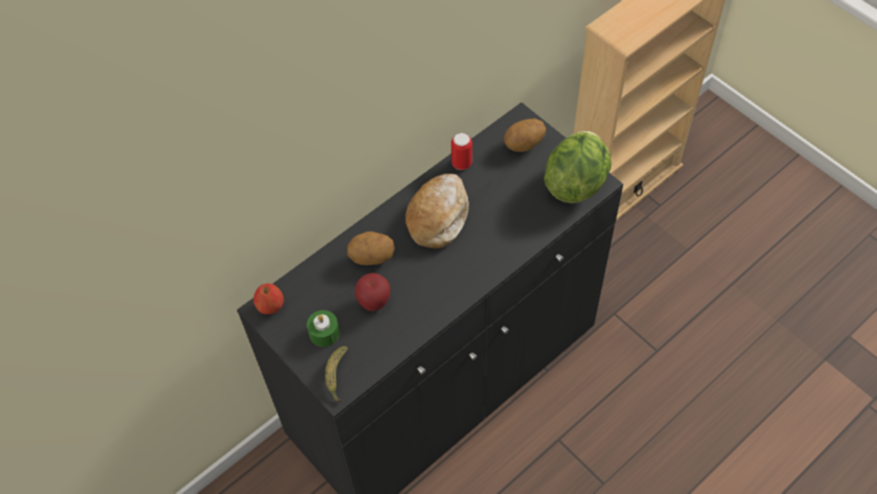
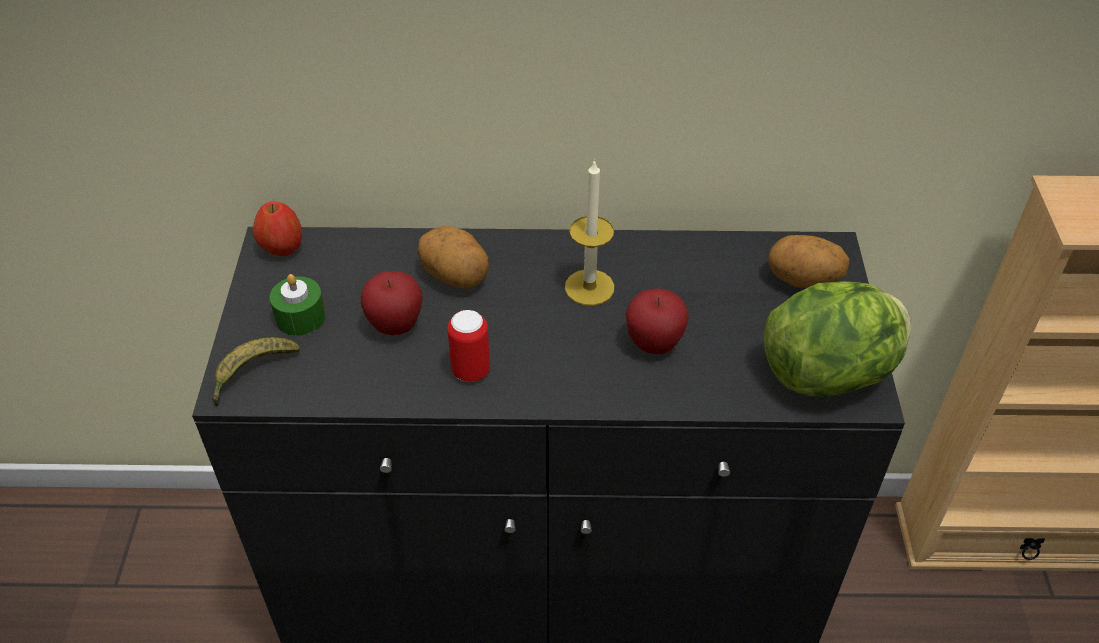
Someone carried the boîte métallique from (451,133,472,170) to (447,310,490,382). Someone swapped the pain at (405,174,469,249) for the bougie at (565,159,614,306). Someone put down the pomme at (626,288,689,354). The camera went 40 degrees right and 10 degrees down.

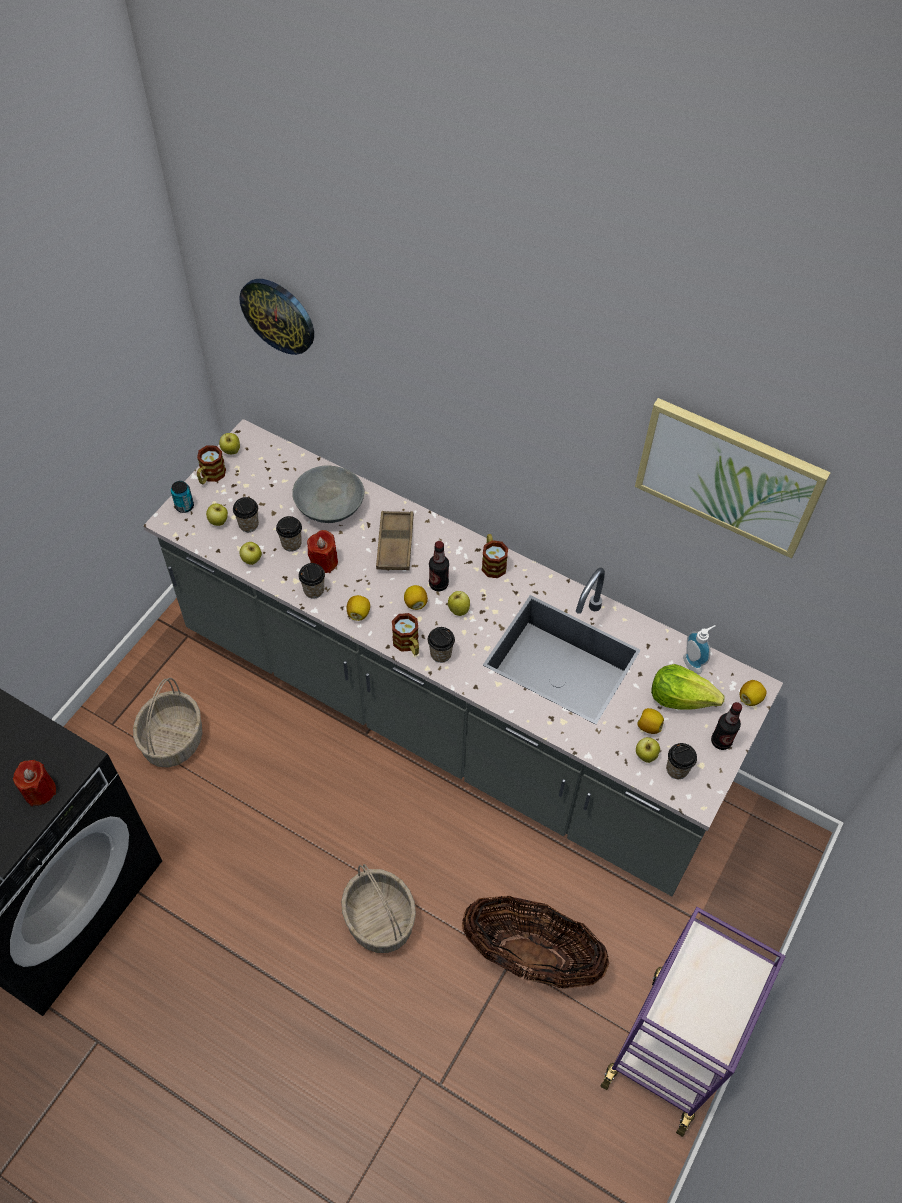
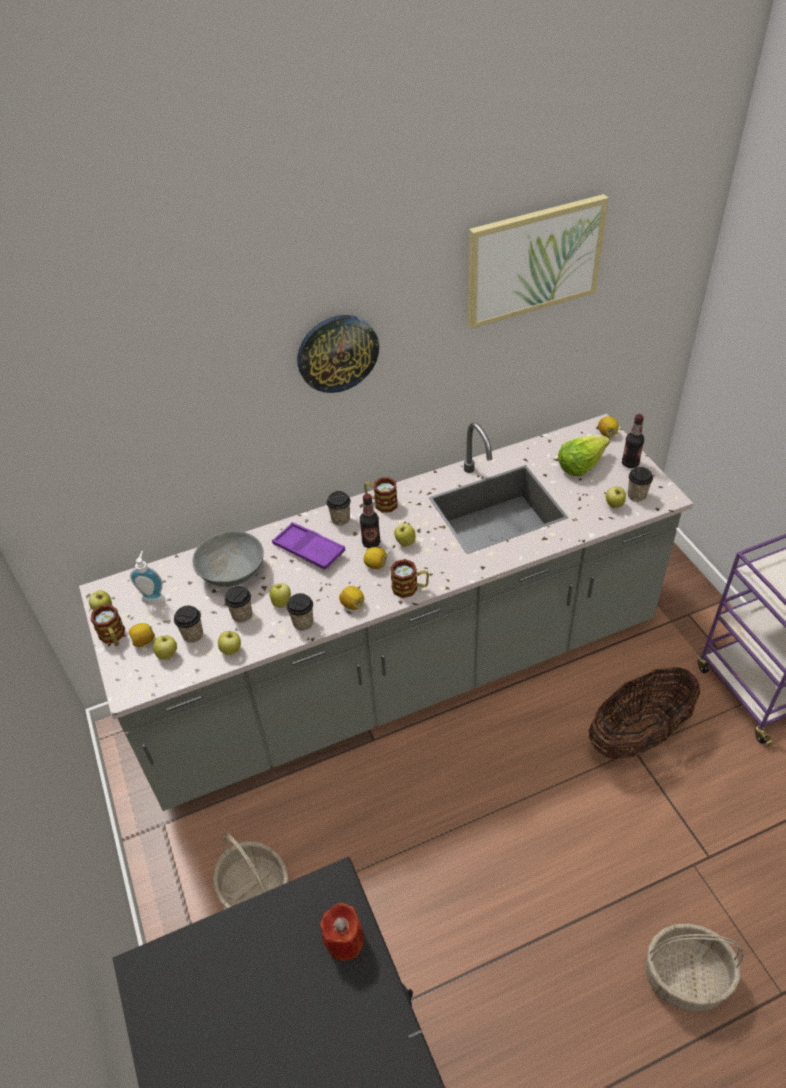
Someone carried the citron from (637,708,664,734) to (129,623,155,647). Someone carried the distributeur de savon from (683,625,716,674) to (130,551,166,604). Someone swapped the bougie/rouge at (307,530,338,573) for the pomme at (269,583,291,608). Someone repainted the plateau/marron at (376,511,414,570), which became the plateau/violet at (272,522,345,570). Someone carried the horloge murale from (239,279,314,355) to (297,315,379,393). Someone carried the tasse from (428,627,455,663) to (327,491,351,526). Someone carried the panier from (341,864,416,953) to (646,924,744,1012). Someone took away the boîte métallique at (171,481,194,513). The camera went 50 degrees left and 10 degrees down.

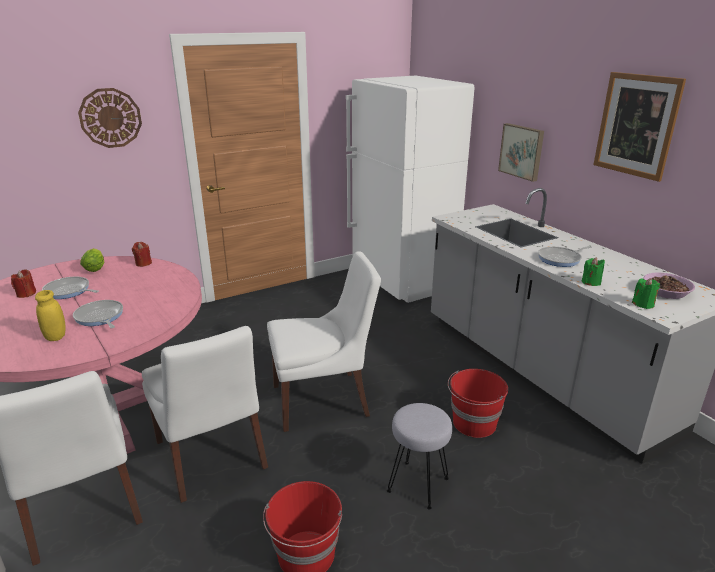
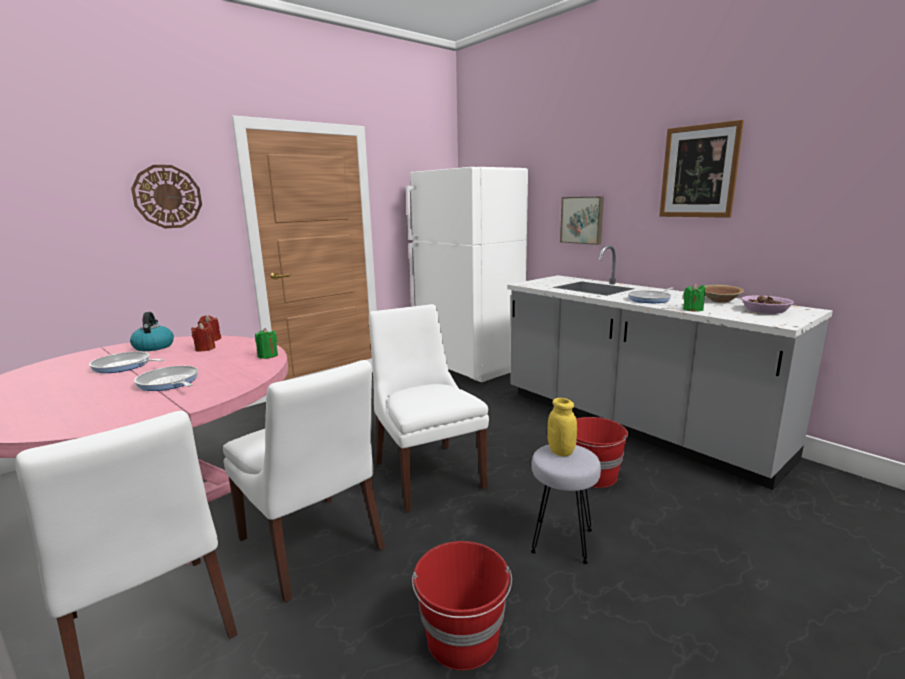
Someone swapped the laitue at (80,248,104,272) for the bouilloire at (130,312,174,351). Someone carried the bougie/rouge from (11,269,36,298) to (191,322,215,352). Someone carried the bougie/vert from (632,278,660,309) to (255,328,278,359). Someone rotated the chaise/blanc at (267,251,381,432) by 90 degrees counterclockwise. Someone carried the bocal/jaune from (35,290,66,341) to (547,398,577,456). Someone put down the bol/marron at (705,285,744,303). The camera went 10 degrees left and 10 degrees down.

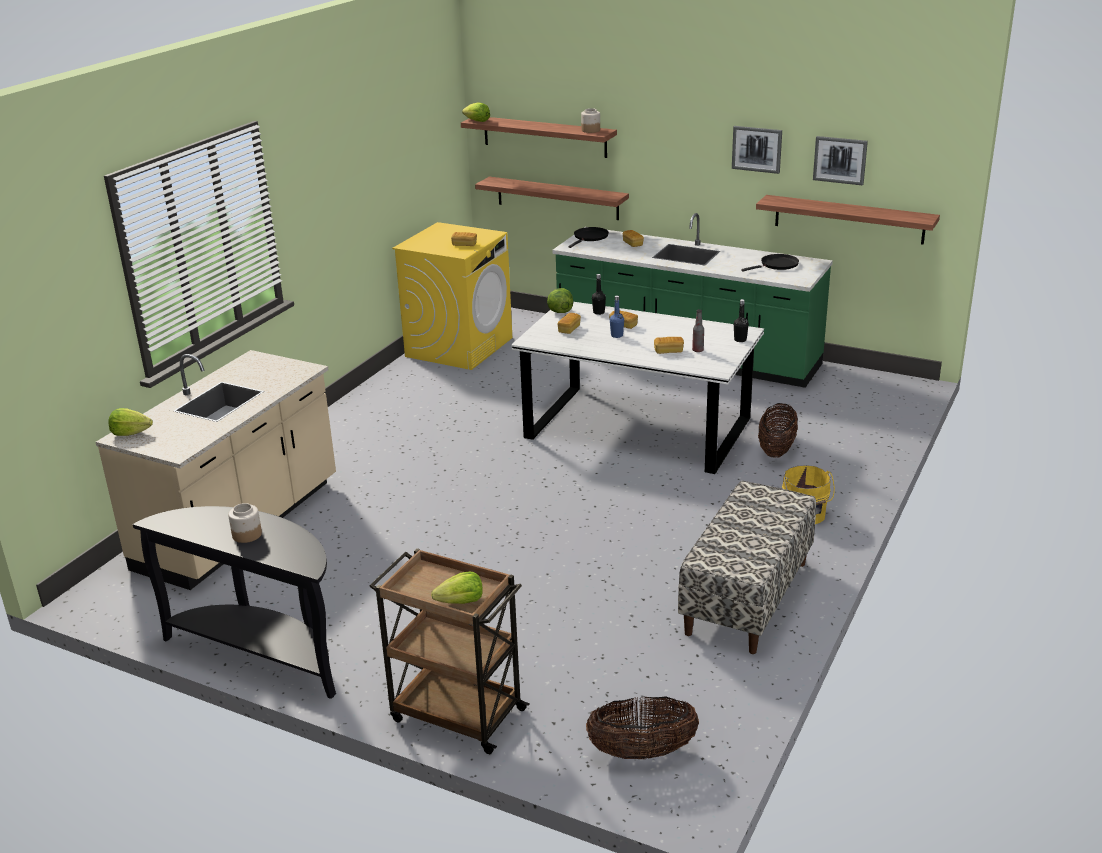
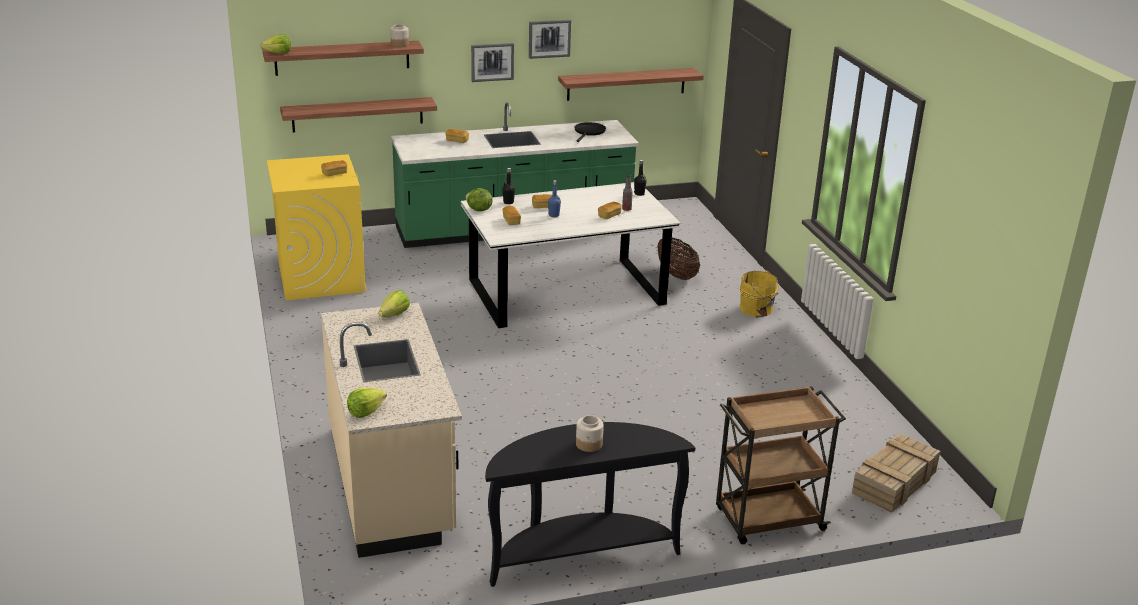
Someone carried the laitue from (431,572,483,604) to (379,290,410,317). Someone carried the tableau from (813,136,868,186) to (471,43,514,82). Someone swapped the panier at (586,696,699,759) for the caisse at (852,434,940,512). Someone took away the poêle/noir at (568,227,609,248). Someone took away the banc at (678,481,816,654). The camera went 45 degrees left and 0 degrees up.

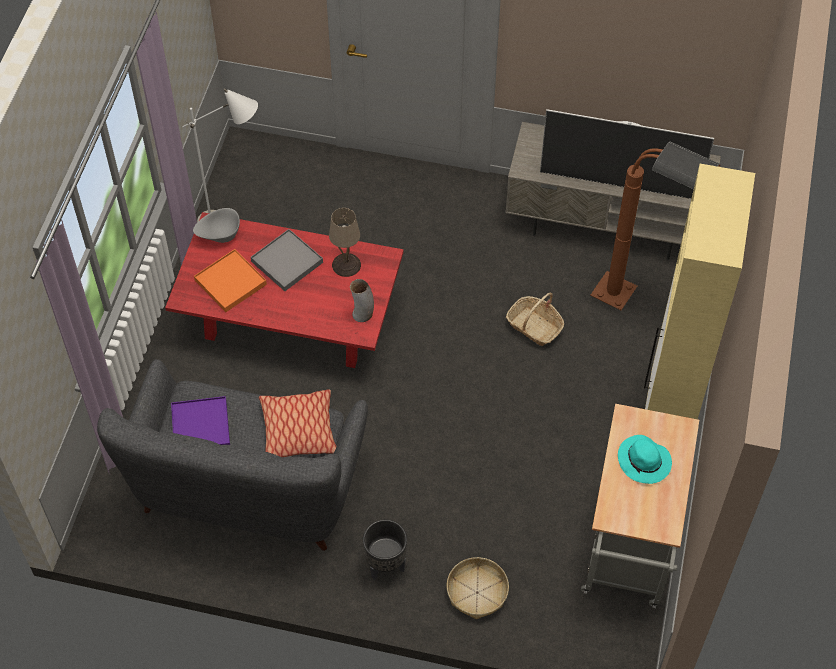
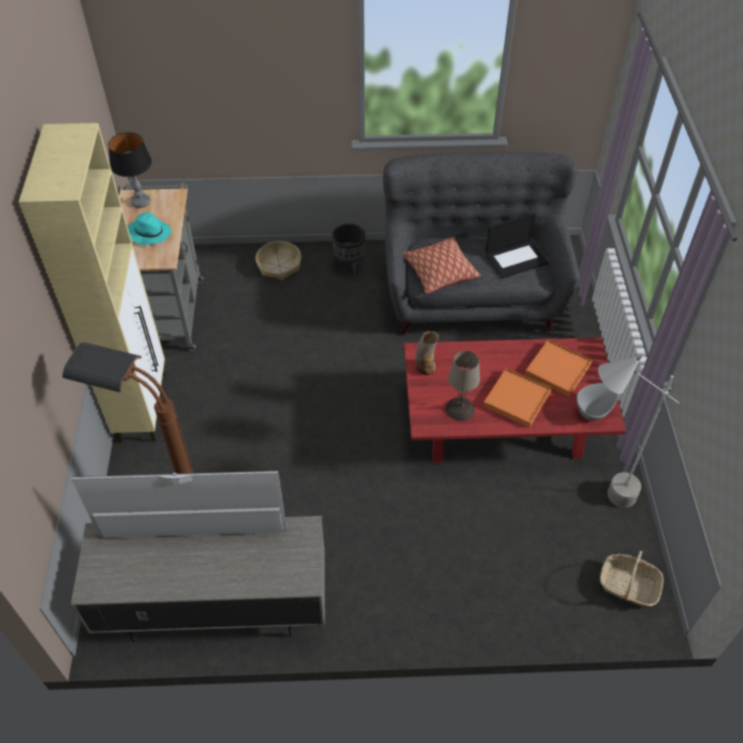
Someone put down the lampe de table at (108,132,152,208). Someone repainted the plateau/gris at (251,229,323,291), which became the plateau/orange at (483,368,552,428). Someone swapped the plateau/violet at (171,396,230,445) for the ordinateur portable at (485,213,548,278). Someone carried the panier from (506,293,564,346) to (600,551,663,607). The camera went 165 degrees right and 5 degrees down.

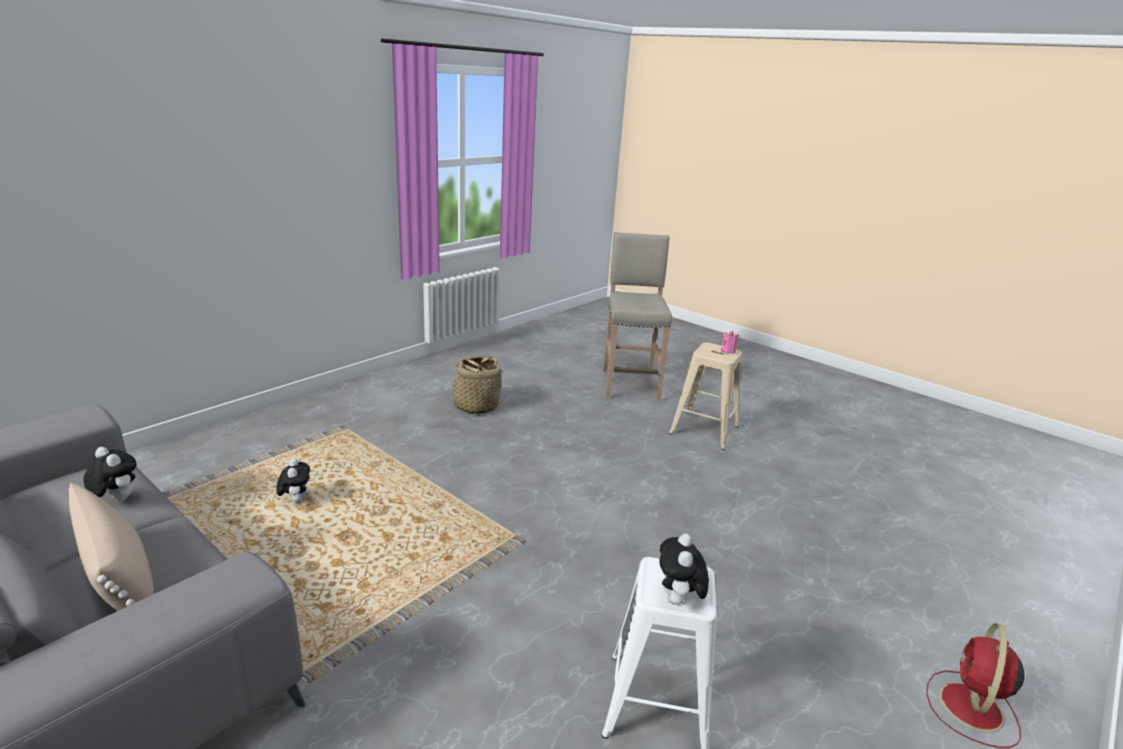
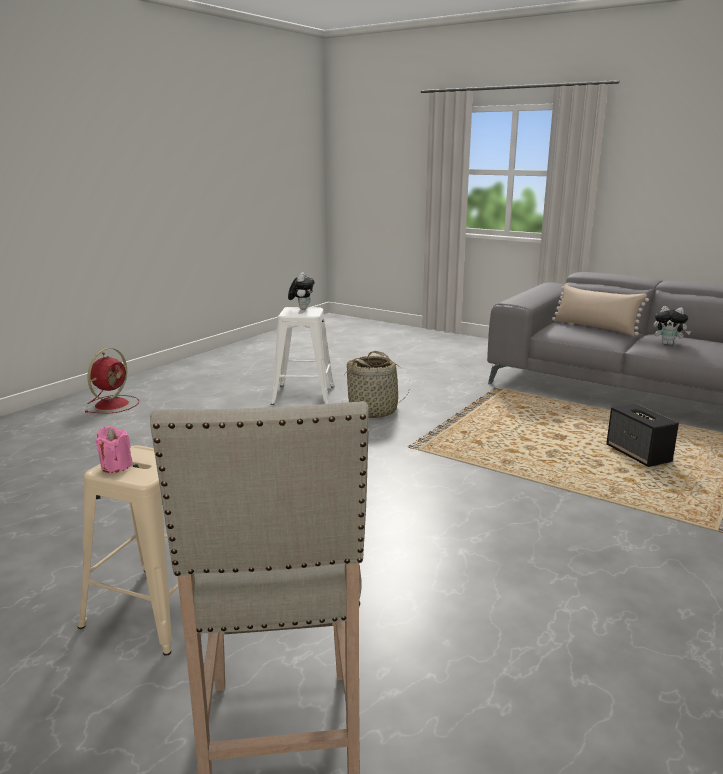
Someone carried the panier from (443,355,505,414) to (342,351,409,418). Someone swapped the peluche at (276,459,310,504) for the enceinte at (606,403,679,467). The camera went 175 degrees right and 5 degrees down.

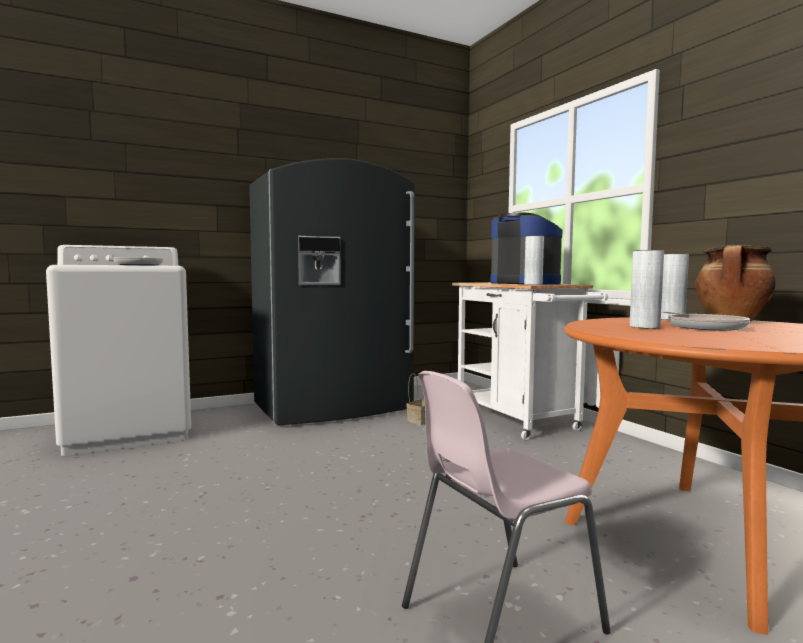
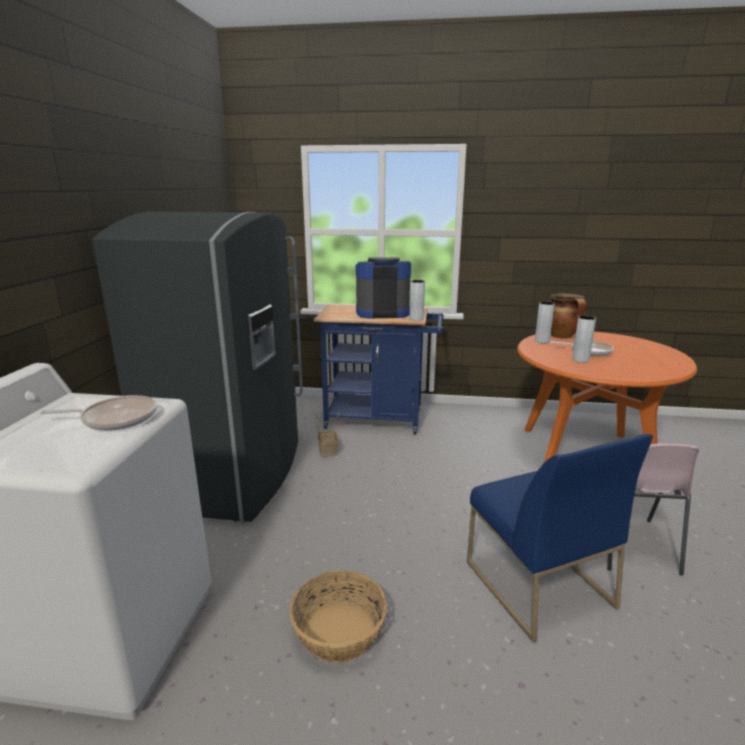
Someone put down the panier at (289,571,387,663). Someone repainted the chariot/blanc at (452,282,608,440), which became the chariot/bleu at (314,304,444,435). Someone put down the chaise/bleu at (467,434,653,643). The camera went 55 degrees left and 15 degrees up.

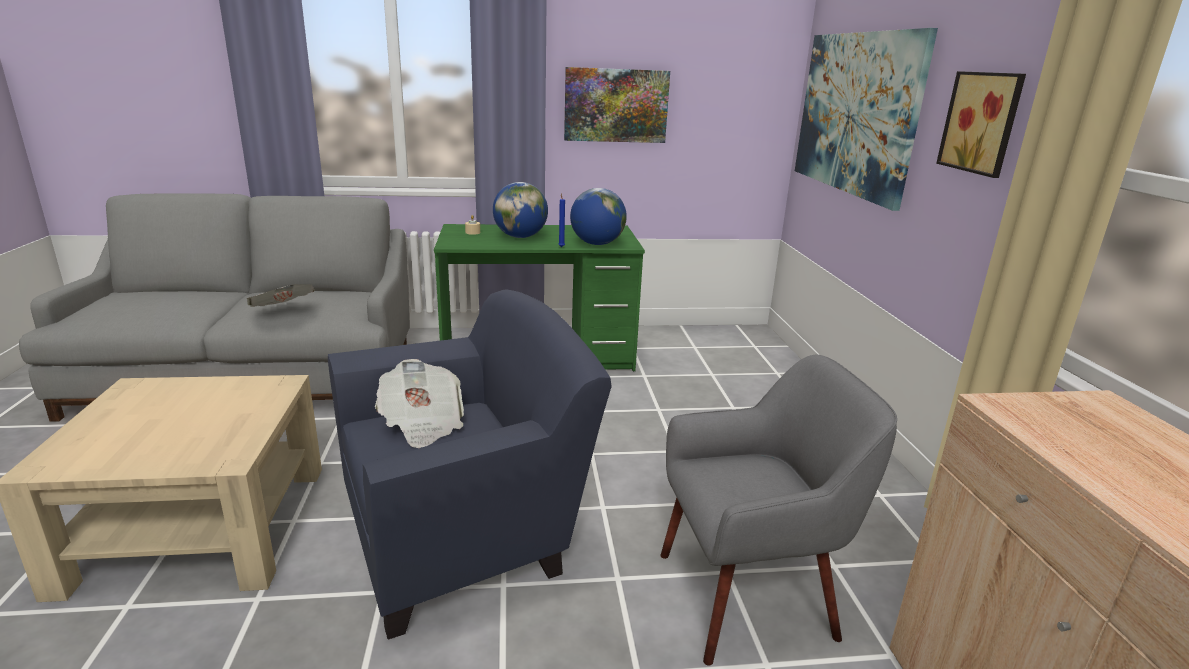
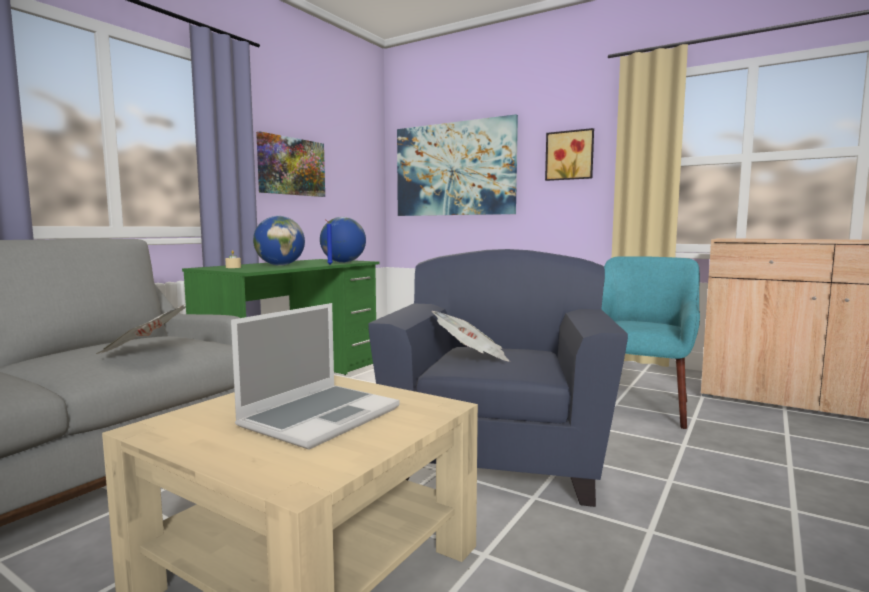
Someone put down the ordinateur portable at (231,303,400,450). Someone repainted the fauteuil/gris at (661,355,897,665), which became the fauteuil/turquoise at (602,256,700,429). The camera went 50 degrees left and 15 degrees down.

